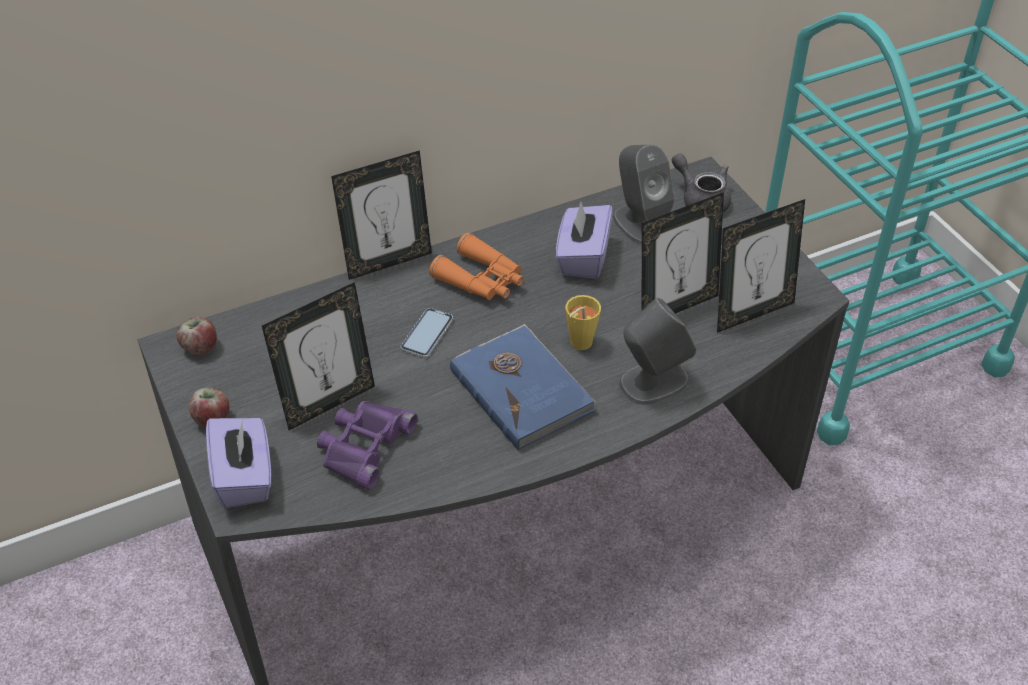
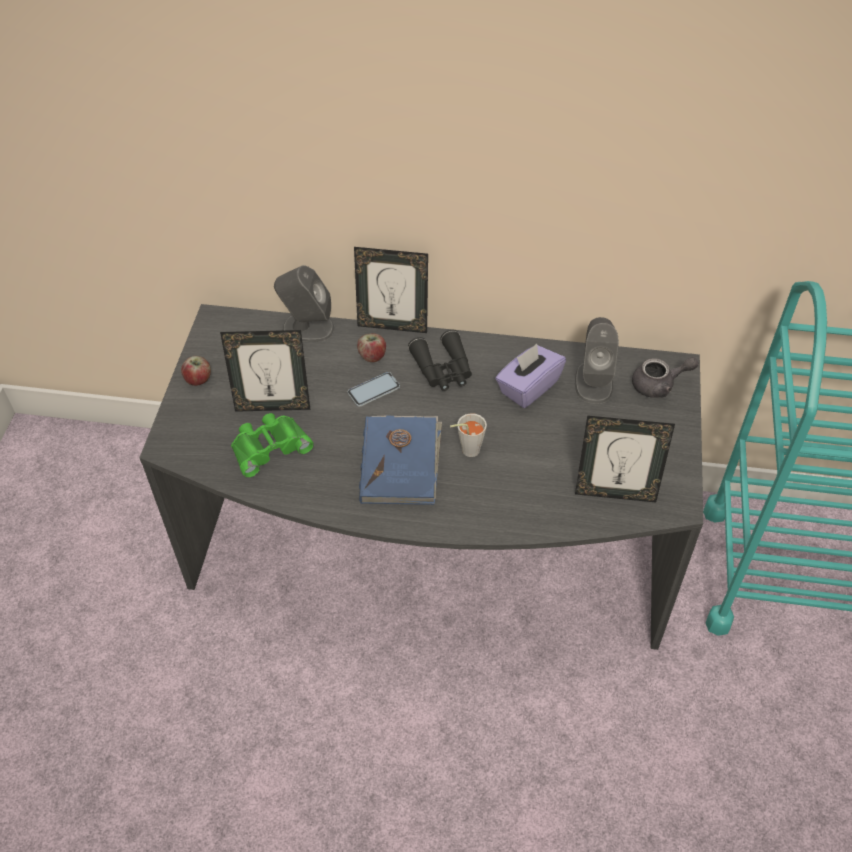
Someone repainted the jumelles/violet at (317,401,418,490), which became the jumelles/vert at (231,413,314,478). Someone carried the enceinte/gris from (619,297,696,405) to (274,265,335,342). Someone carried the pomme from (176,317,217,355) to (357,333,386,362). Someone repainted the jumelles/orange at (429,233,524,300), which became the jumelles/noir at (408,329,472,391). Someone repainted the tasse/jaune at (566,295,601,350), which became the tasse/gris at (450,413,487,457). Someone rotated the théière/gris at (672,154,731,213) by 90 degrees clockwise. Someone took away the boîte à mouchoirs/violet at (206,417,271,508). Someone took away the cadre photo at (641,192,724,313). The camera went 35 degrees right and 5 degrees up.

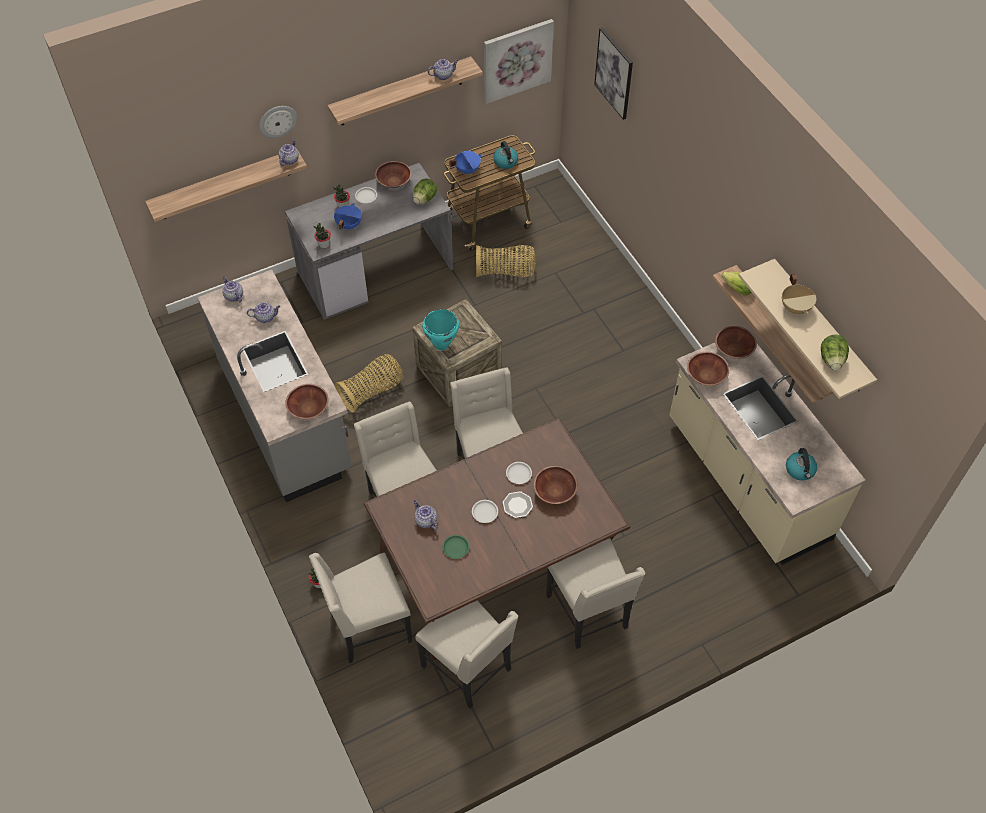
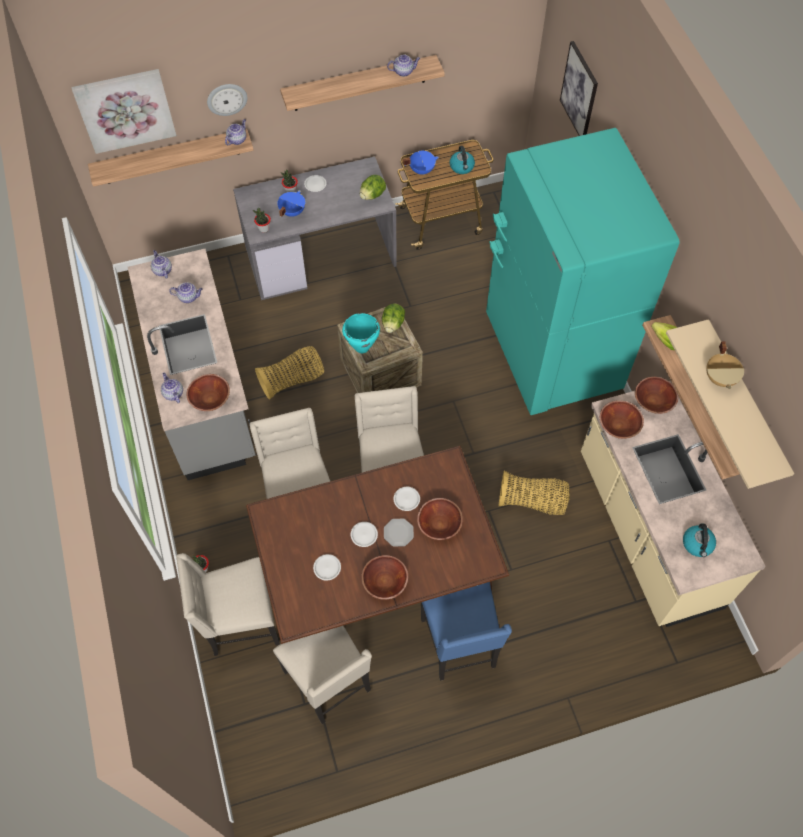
Someone carried the tableau from (484,19,554,104) to (71,69,177,154). Someone carried the théière from (413,500,438,530) to (161,373,183,403). Someone repainted the assiette/vert at (442,535,469,559), which became the assiette/blanc at (313,554,341,581). Someone carried the bol/marron from (375,161,412,188) to (362,555,408,600). Someone carried the laitue from (821,334,849,370) to (382,304,405,333). Someone repainted the chaise/beige at (546,538,645,649), which became the chaise/bleu at (421,582,512,681). Someone put down the réfrigérateur/turquoise at (486,128,680,415). Someone carried the panier from (476,245,536,277) to (499,471,570,515). The camera went 10 degrees right and 5 degrees up.

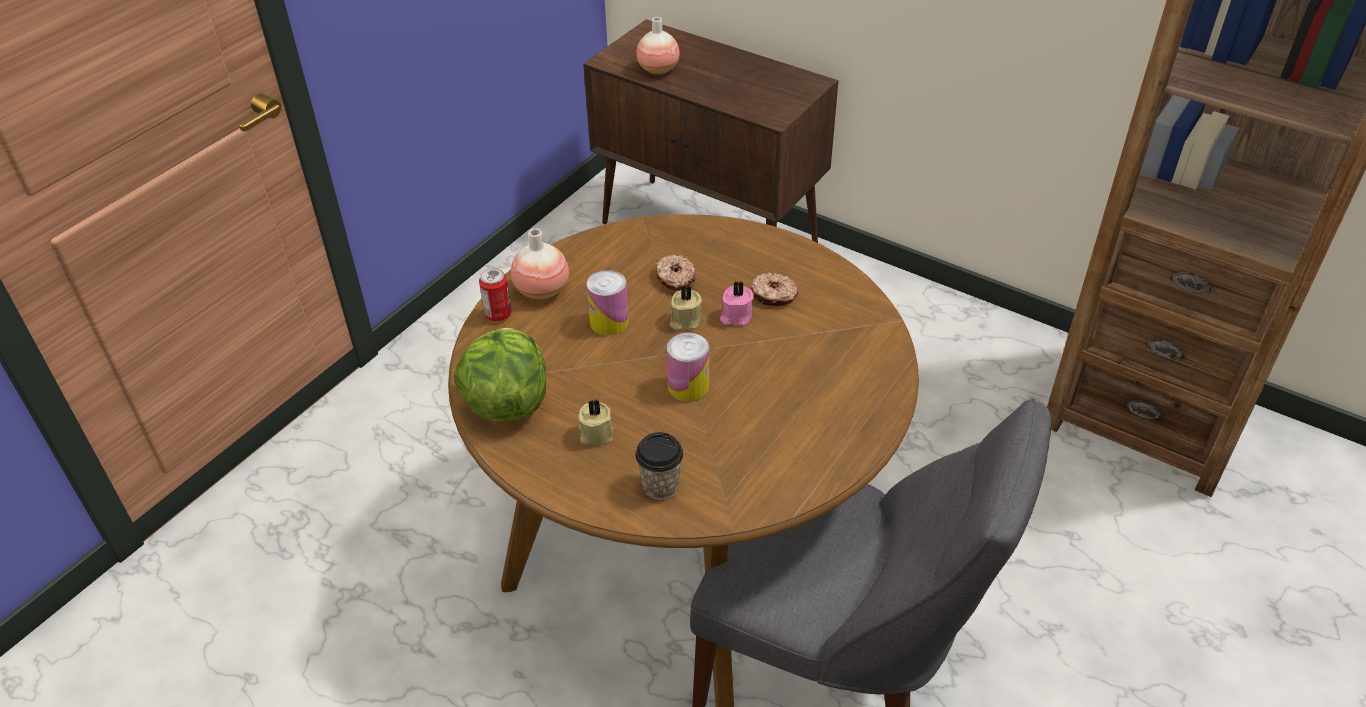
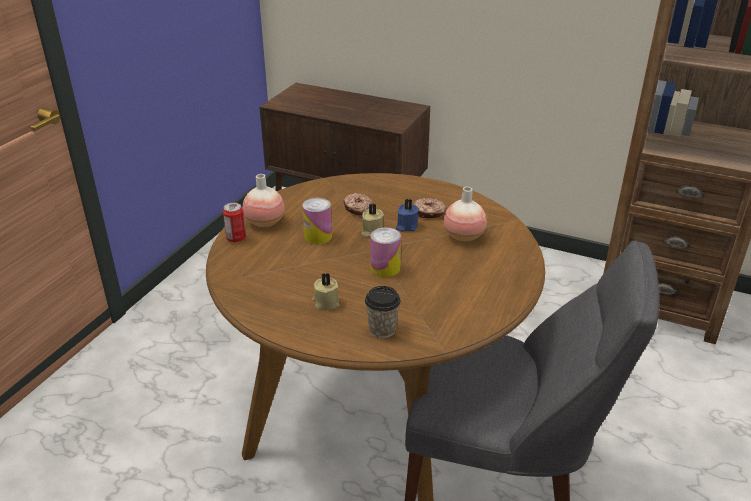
Someone repainted the bougie/rose at (720,281,754,326), which became the bougie/bleu at (396,199,419,232). Someone carried the vase from (636,17,679,75) to (444,187,487,242). Someone took away the laitue at (454,328,546,422). The camera went 10 degrees left and 10 degrees down.

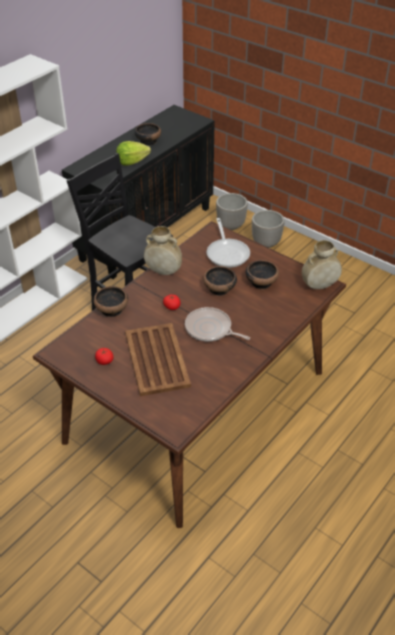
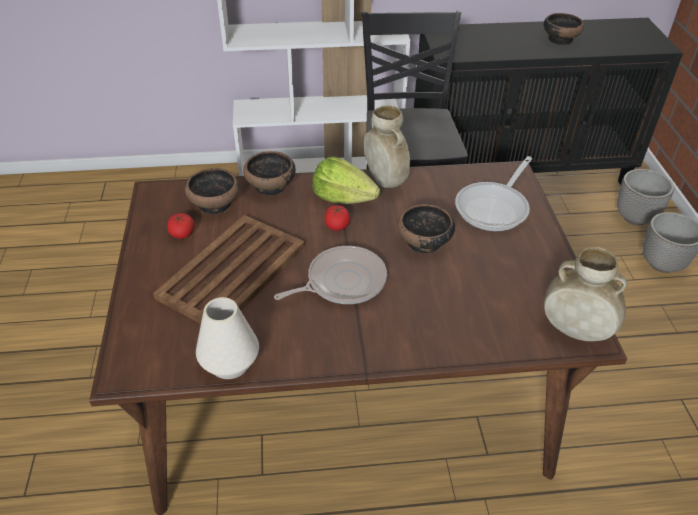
Someone carried the bol from (246,260,279,289) to (185,168,239,214). Someone put down the vase/blanc at (196,297,259,379). Someone rotated the poêle at (185,307,250,342) by 75 degrees clockwise. Someone carried the laitue from (116,141,151,166) to (313,157,380,204). The camera went 45 degrees right and 0 degrees up.

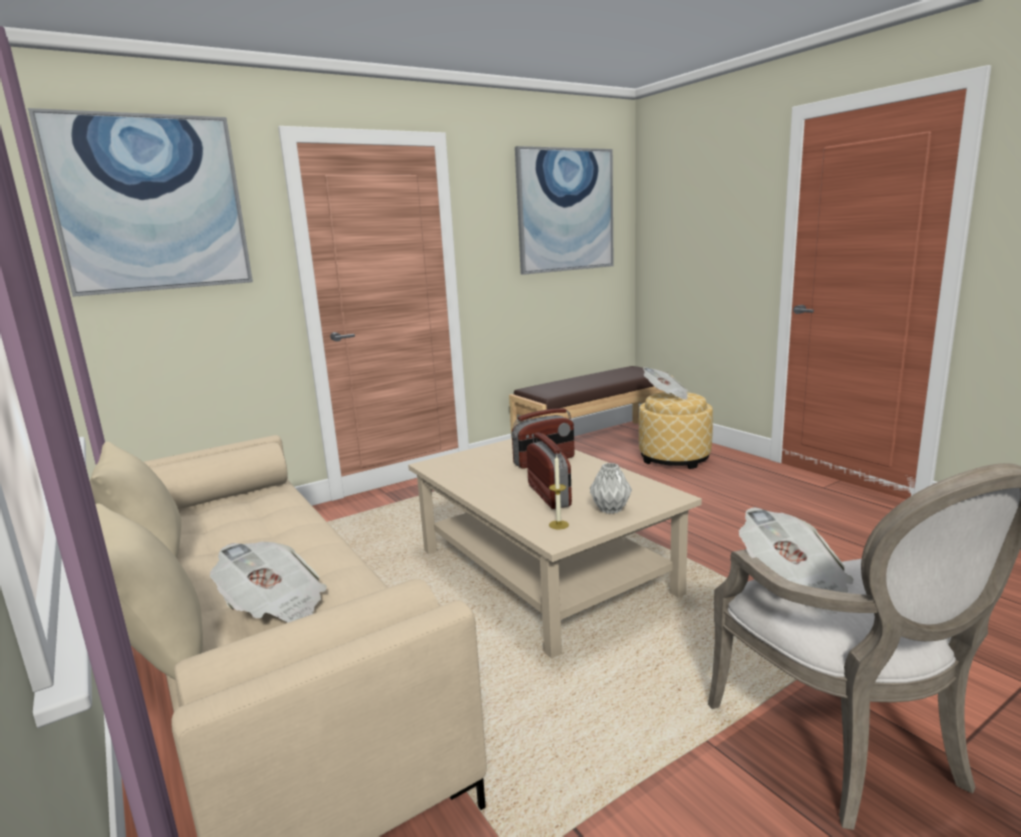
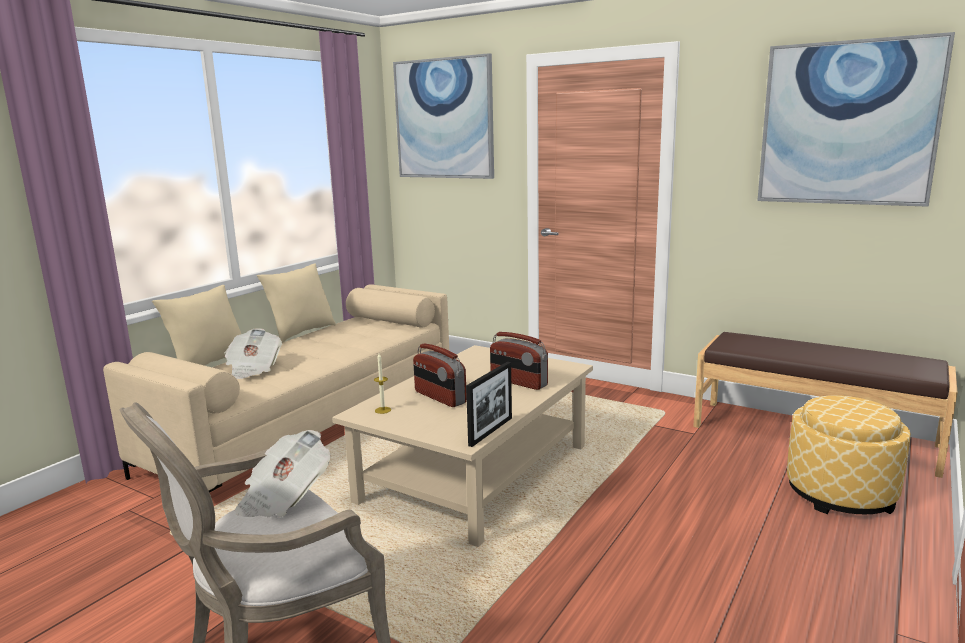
Someone rotated the radio at (527,432,572,509) by 90 degrees clockwise. Someone put down the cadre photo at (466,362,512,447). Someone took away the vase/gris at (590,463,632,514). Someone took away the journal at (643,367,689,400). The camera went 65 degrees right and 0 degrees up.

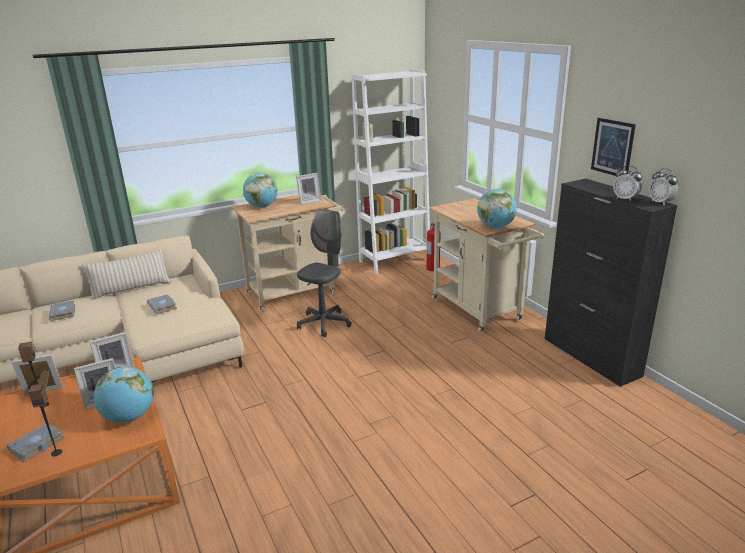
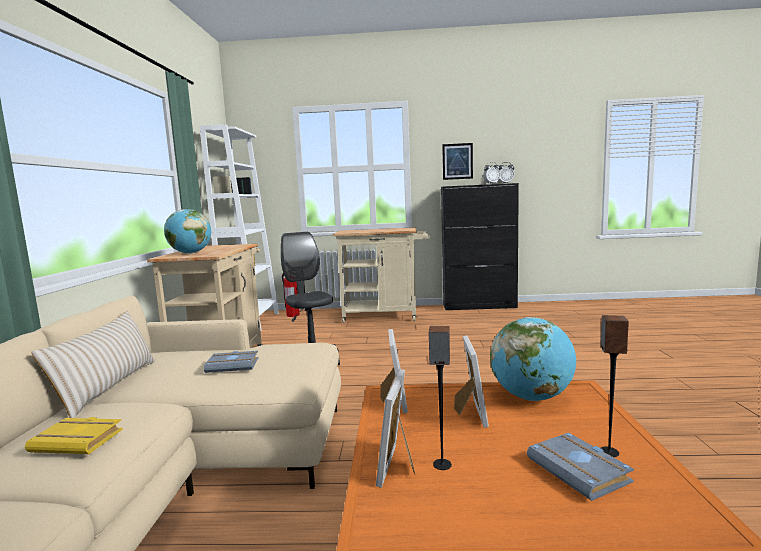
Someone repainted the livre/gris at (49,300,75,321), which became the livre/jaune at (25,417,123,454). Someone took away the cadre photo at (296,173,321,205). Someone took away the globe at (477,189,517,228). The camera went 60 degrees left and 15 degrees down.

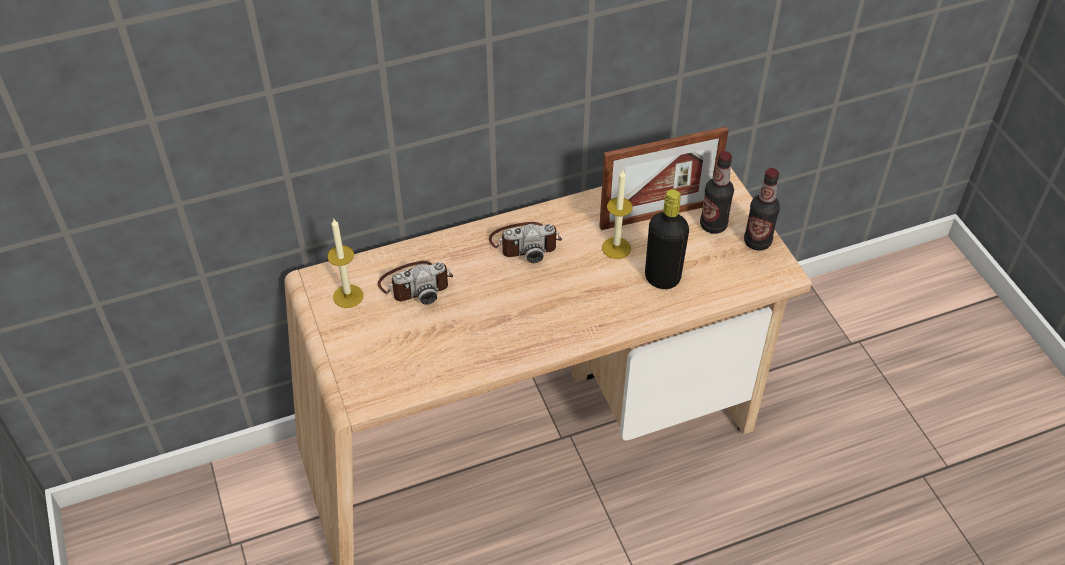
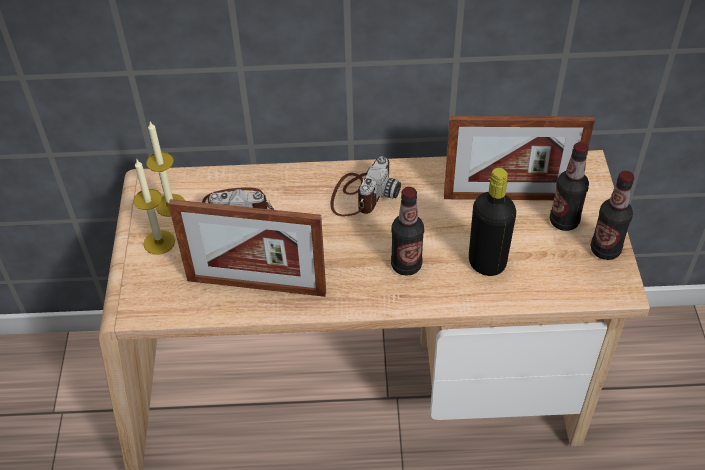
Someone carried the bougie from (602,170,633,259) to (134,160,175,255). Someone put down the cadre photo at (168,199,326,297). Someone rotated the appareil photo at (489,222,562,263) by 75 degrees counterclockwise. Someone put down the bouteille at (391,187,424,276). The camera went 20 degrees right and 0 degrees up.

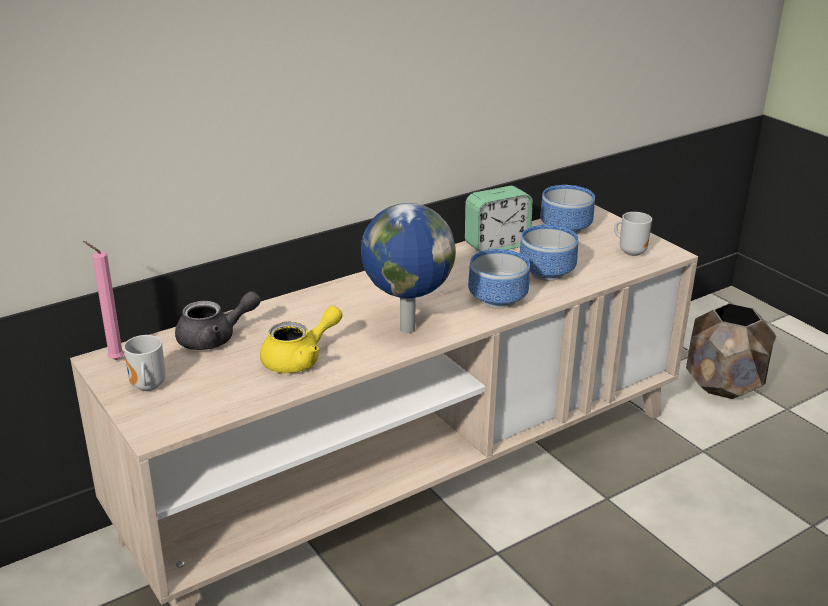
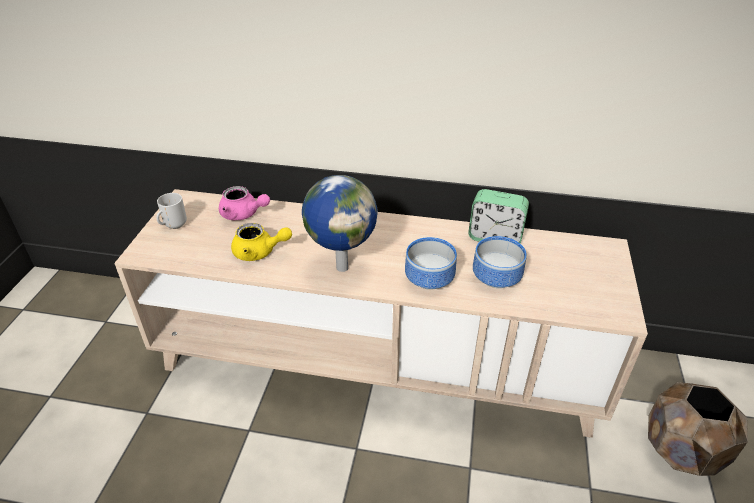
Someone repainted the théière/gris at (175,291,261,350), which became the théière/rose at (219,186,270,220). Someone took away the bougie/rose at (83,241,124,360). Someone took away the bol at (540,185,595,234). Someone took away the mug at (614,212,652,256). The camera went 45 degrees right and 10 degrees up.

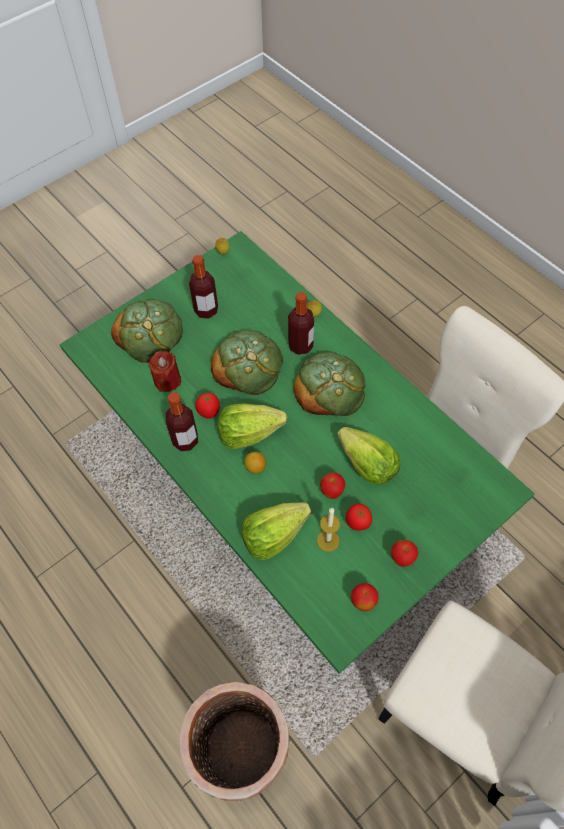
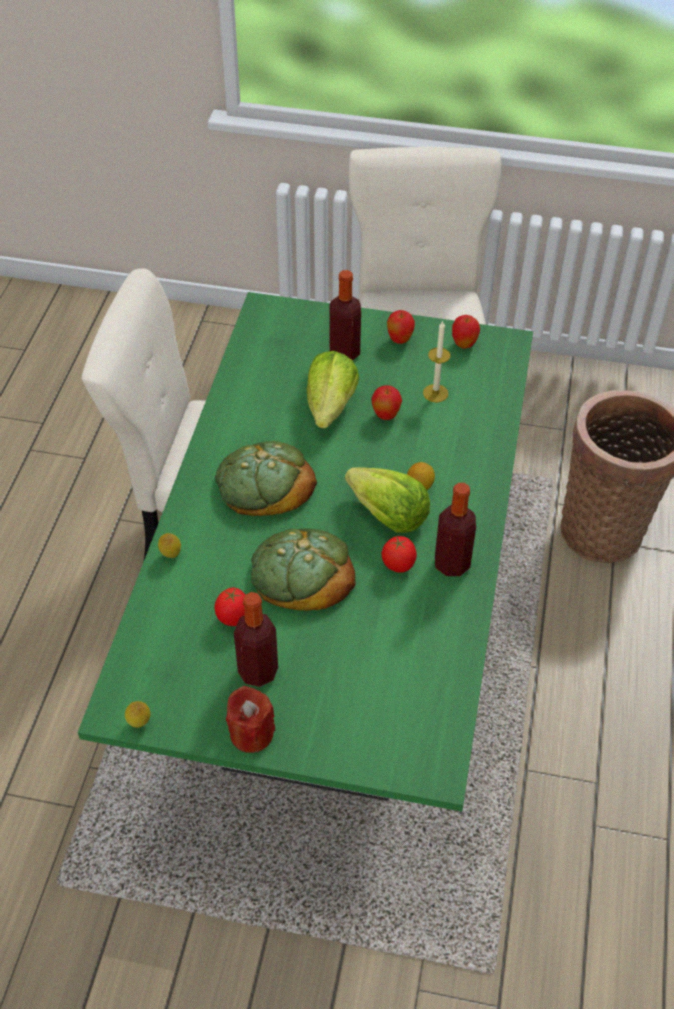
Someone carried the tomate from (346,503,372,531) to (214,588,246,626). Someone carried the bougie/rouge from (149,351,181,392) to (226,686,275,753). Someone carried the bouteille from (288,292,314,355) to (329,270,361,360). Someone took away the pain at (111,299,183,363). Someone took away the laitue at (242,502,311,560). The camera went 130 degrees left and 10 degrees down.

